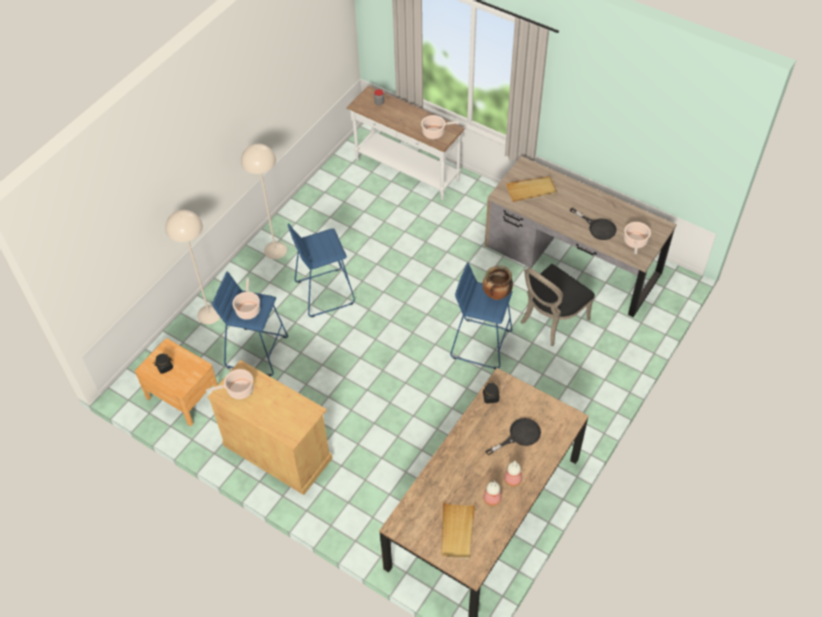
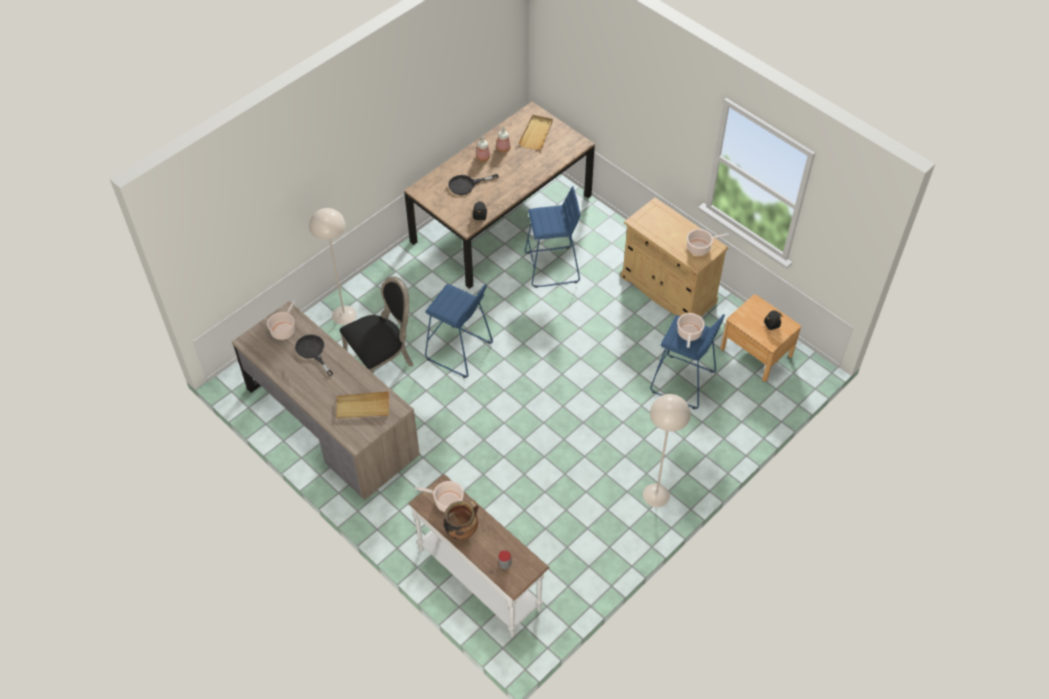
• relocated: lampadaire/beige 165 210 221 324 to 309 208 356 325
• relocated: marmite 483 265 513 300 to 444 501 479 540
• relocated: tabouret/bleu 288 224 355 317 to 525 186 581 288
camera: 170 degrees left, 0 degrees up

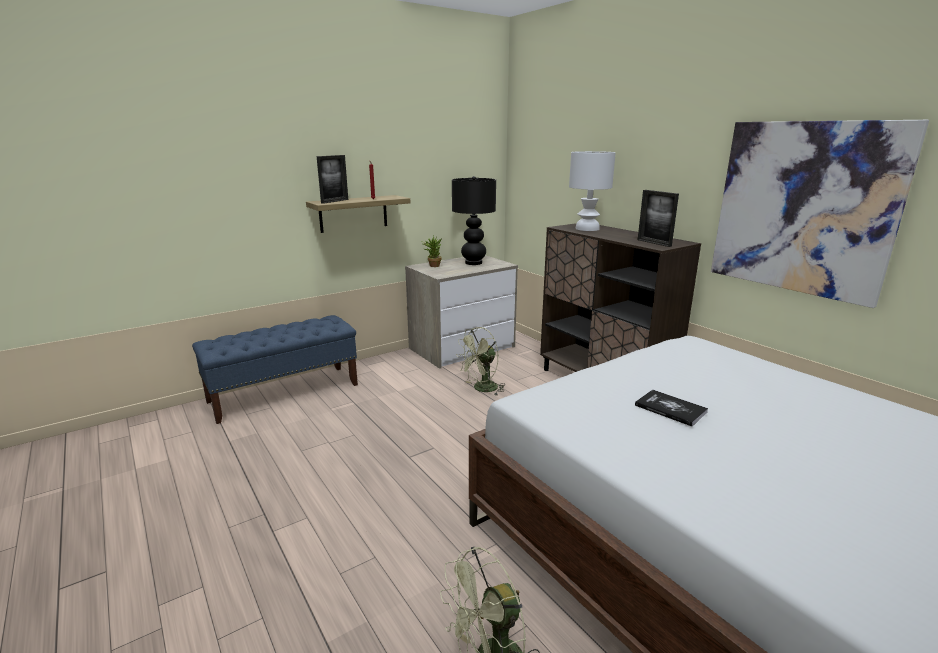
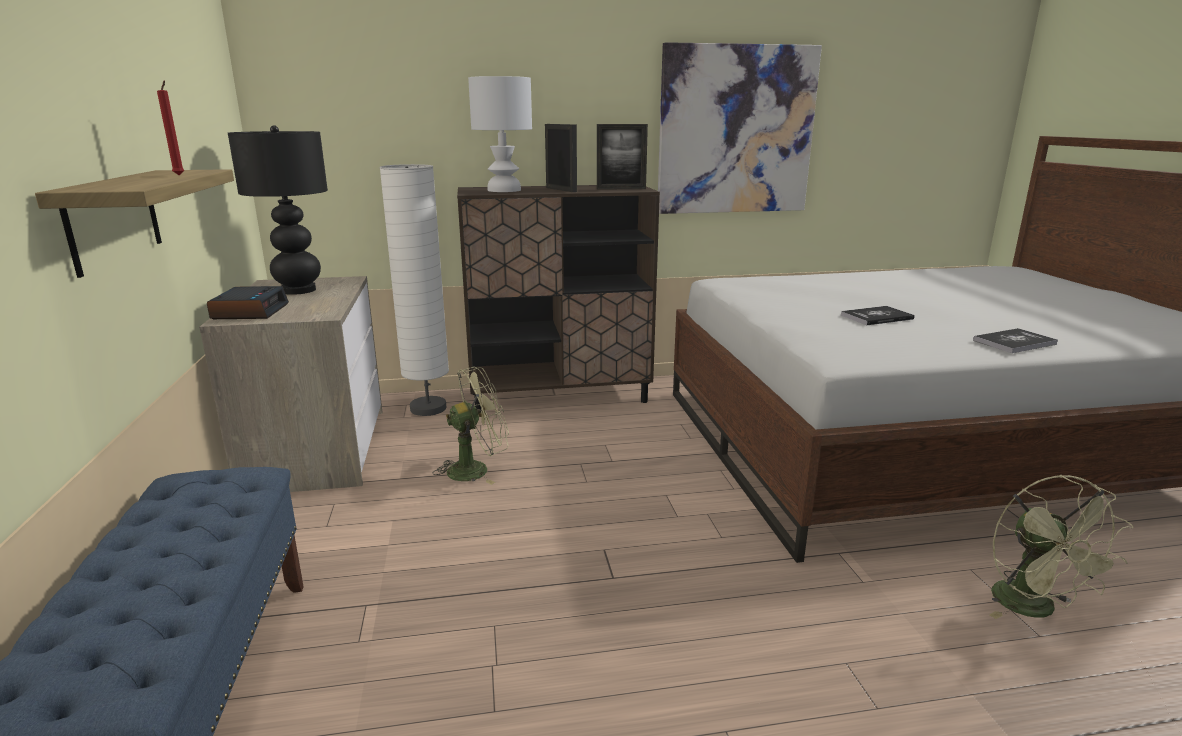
• exchanged: plante en pot 421 235 442 267 to réveil 207 286 289 319
• appeared: lampadaire/blanc 379 164 449 416
• spun: ventilateur/vert 456 327 505 395 = 433 367 509 485 105 degrees counterclockwise
• relocated: cadre photo 317 155 348 204 to 545 124 577 192
• appeared: livre 973 328 1058 353
camera: 65 degrees left, 0 degrees up

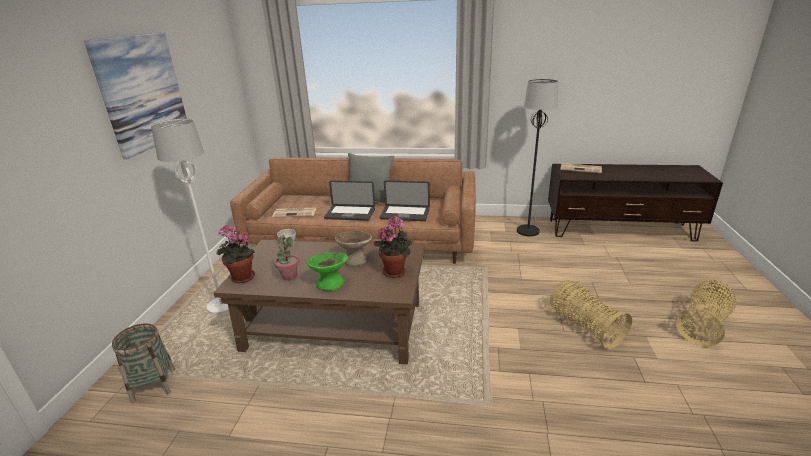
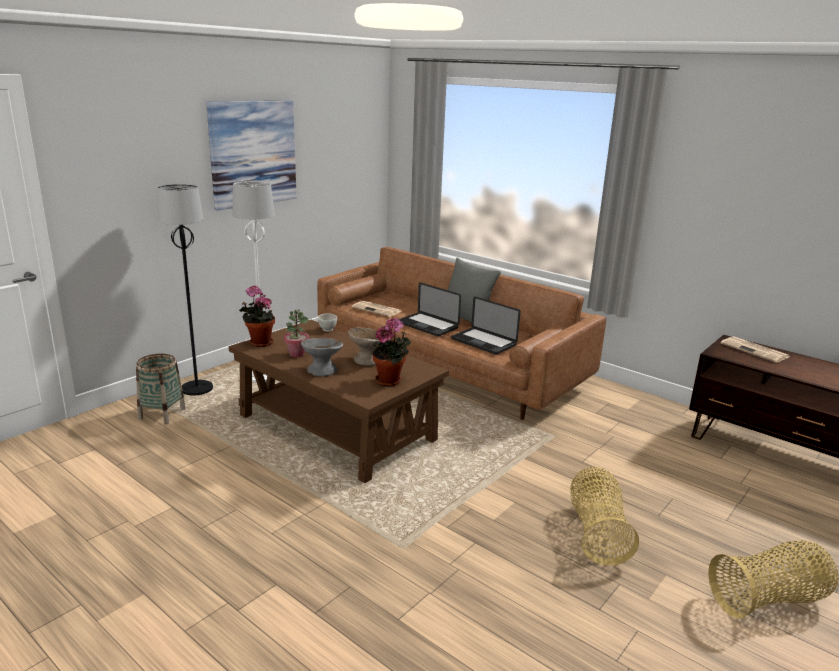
• relocated: lampadaire/noir 517 79 558 236 to 157 184 213 395
• colour: bol/vert 307 252 348 291 to bol/gris 301 338 343 377
camera: 30 degrees right, 5 degrees down

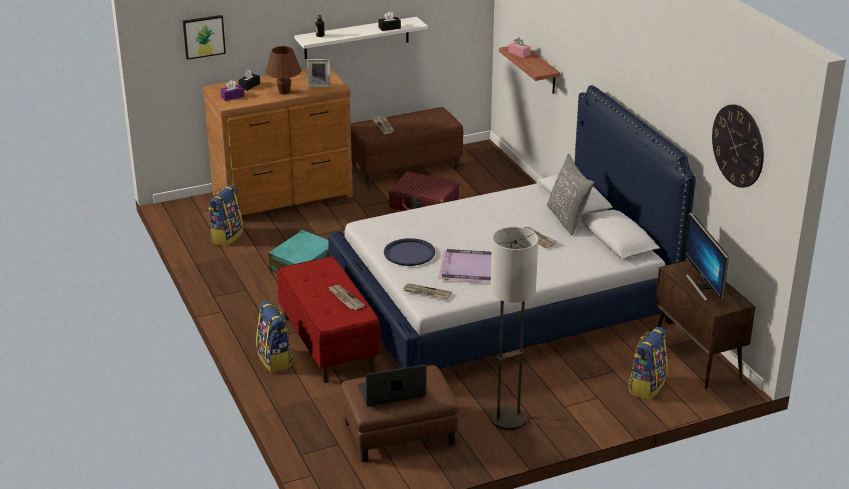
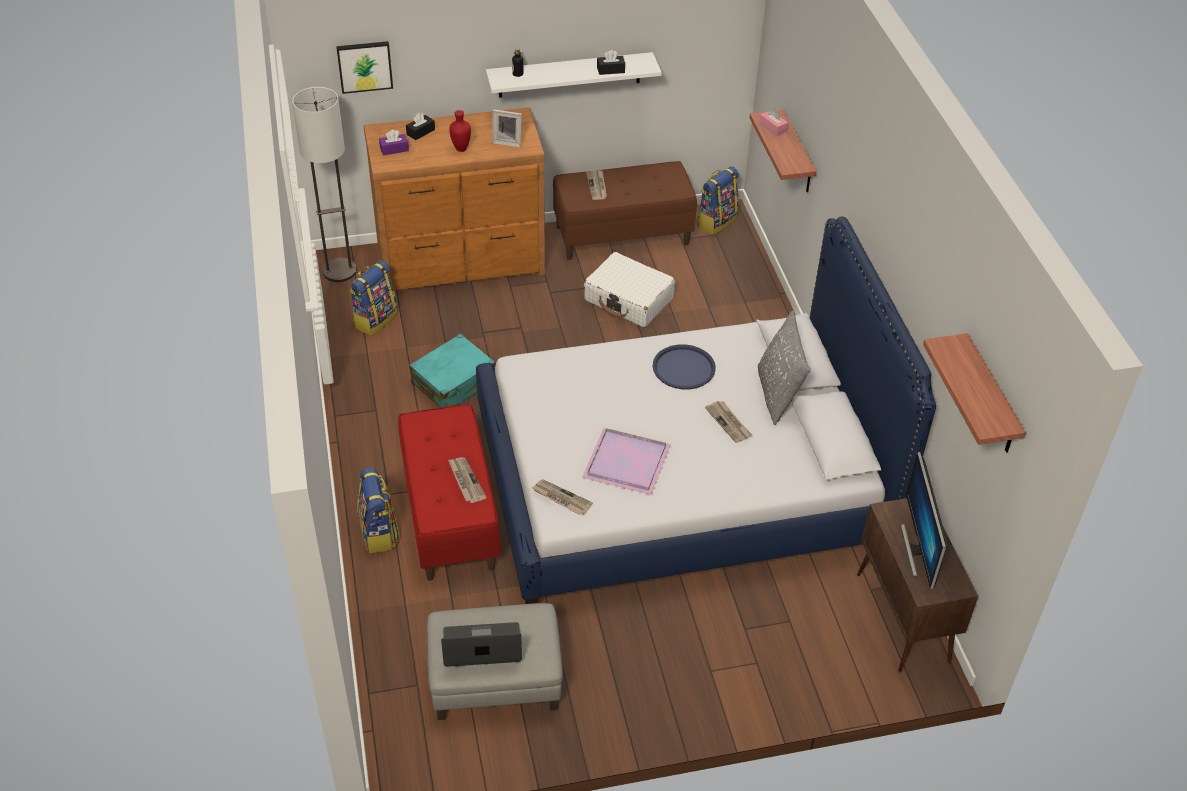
• relocated: lampadaire 491 227 538 430 to 292 87 357 282
• colour: pouf/marron 341 365 459 462 to pouf/gris 427 603 563 720
• exchanged: lampe de table/marron 265 46 301 95 to vase/rouge 449 110 471 152
• colour: valise/rouge 389 172 459 211 to valise/blanc 584 252 675 327
• relocated: plateau/bleu 384 238 435 266 to 653 345 716 389
• relocated: sac à dos 628 327 668 400 to 697 166 739 235
• exchanged: horloge murale 712 104 764 188 to étagère 923 333 1026 452
camera: 10 degrees right, 15 degrees up

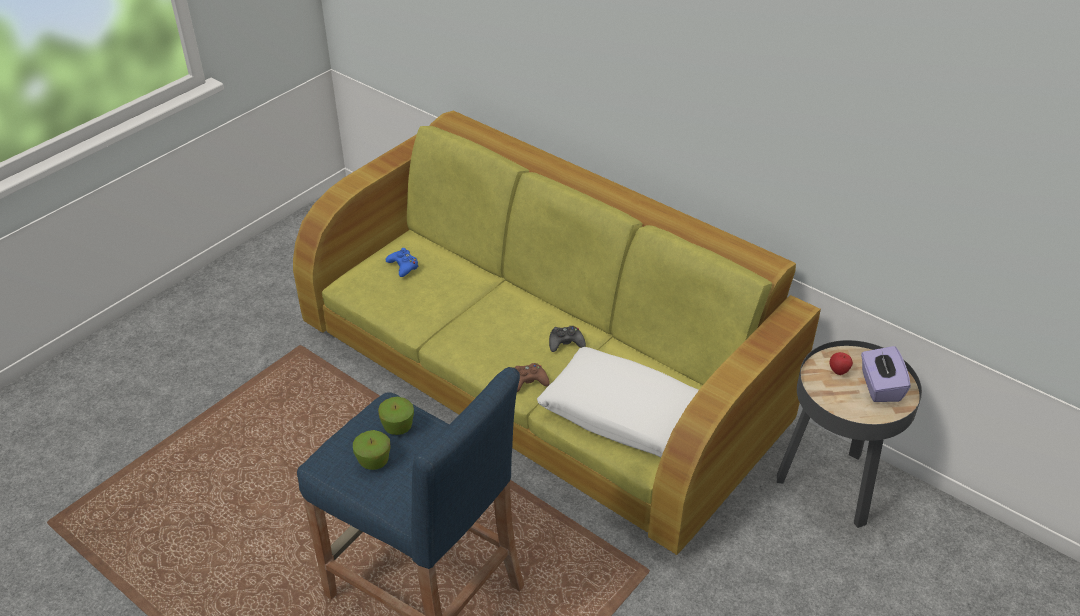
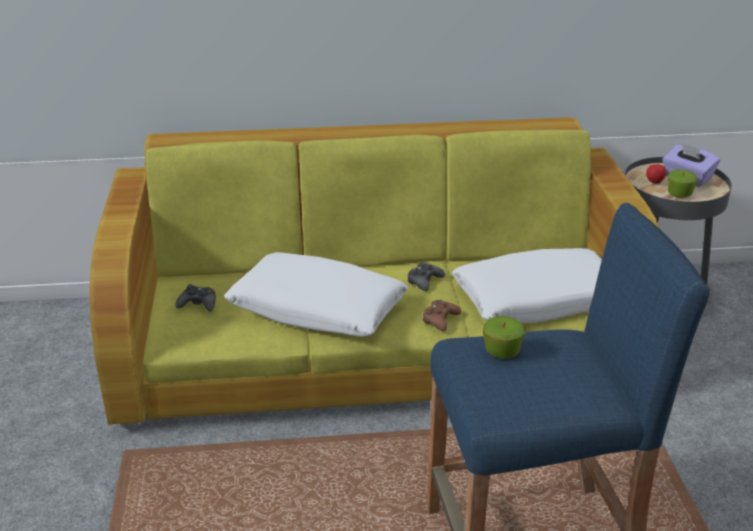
• colour: manette/bleu 386 248 419 277 to manette/noir 176 284 216 311
• appeared: coussin/blanc 224 252 408 337
• relocated: pomme 353 430 391 470 to 668 170 697 198
camera: 45 degrees left, 10 degrees down

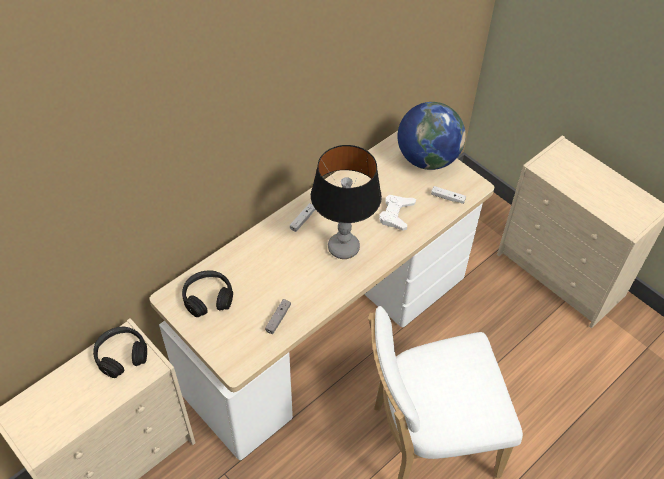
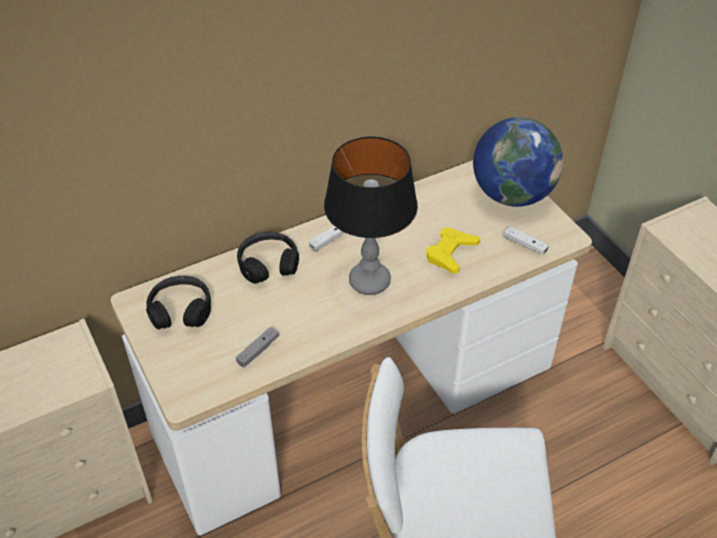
• relocated: casque audio/noir 93 327 147 378 to 237 232 299 284
• colour: manette/blanc 379 195 416 231 to manette/jaune 426 227 481 273
camera: 15 degrees right, 5 degrees down

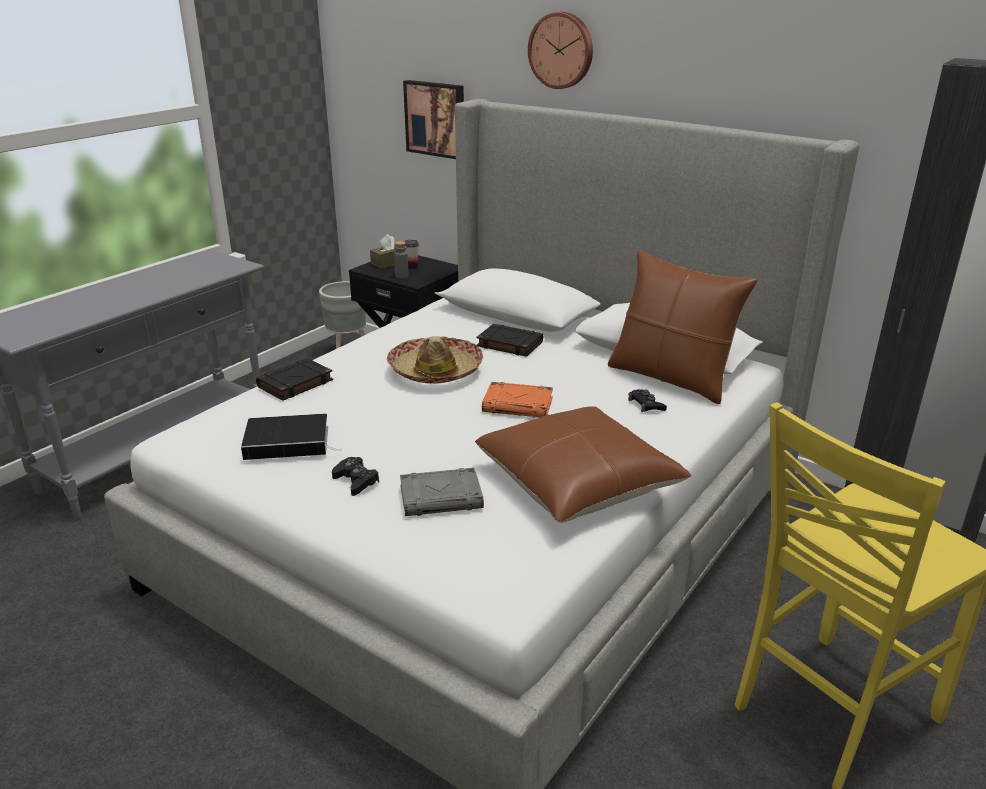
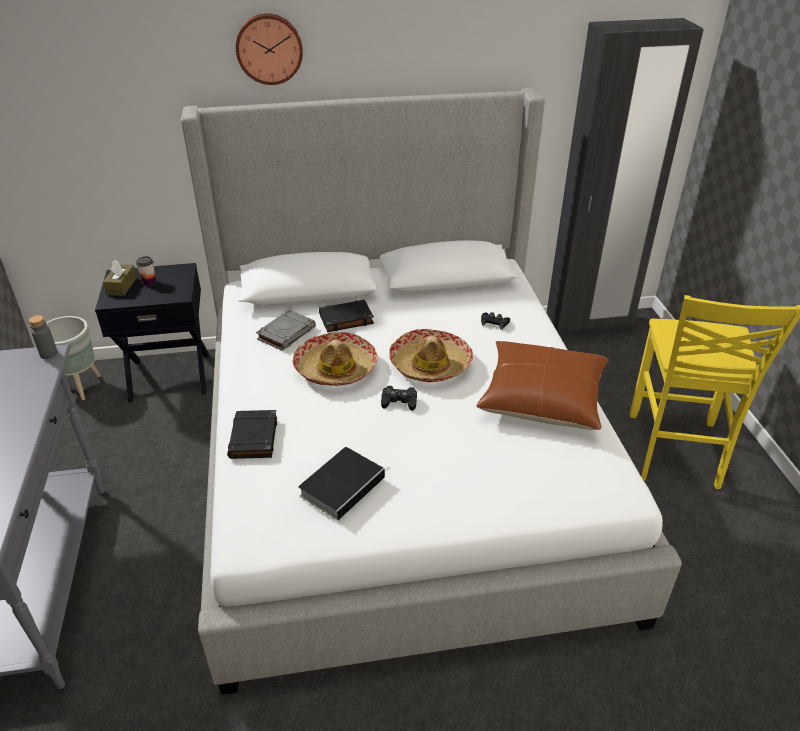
• relocated: bouteille/gris 394 241 409 279 to 29 315 58 359
• relocated: livre/gris 400 468 484 516 to 256 310 316 351
• relocated: manette/noir 332 457 379 496 to 381 386 417 411
• exchanged: livre/orange 482 382 553 418 to chapeau 389 329 473 382
• missing: tableau 403 80 464 159
• missing: coussin/marron 608 250 758 404
camera: 45 degrees left, 10 degrees up

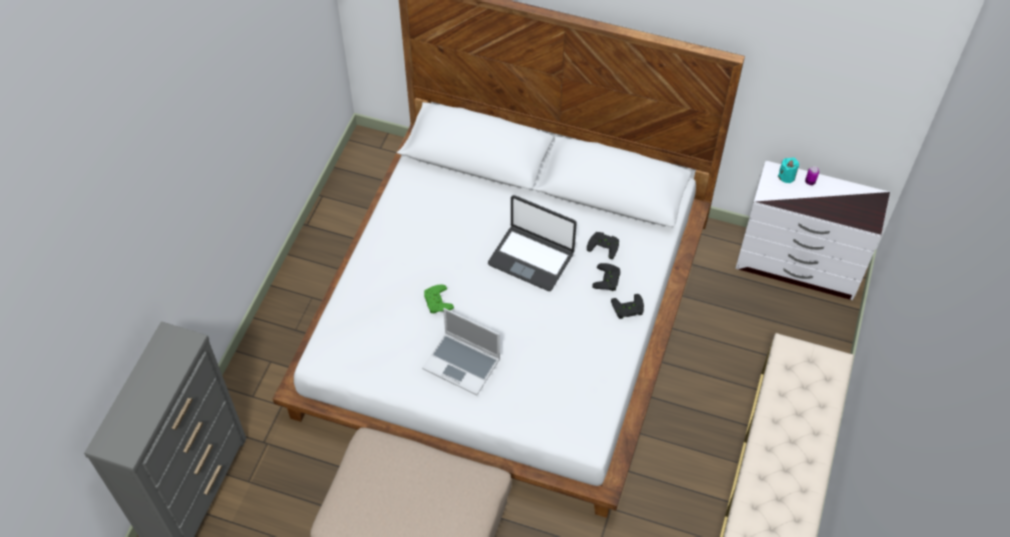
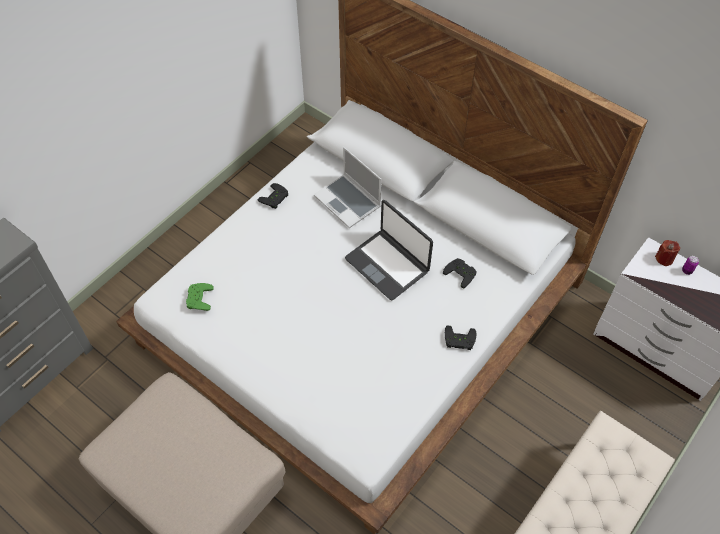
• relocated: manette/vert 424 284 454 314 to 186 283 214 311
• relocated: manette/noir 592 263 620 291 to 258 183 288 209
• relocated: ordinateur portable 422 308 500 395 to 314 147 381 228
• colour: bougie/turquoise 778 158 799 183 to bougie/rouge 655 240 680 266
camera: 20 degrees right, 0 degrees up

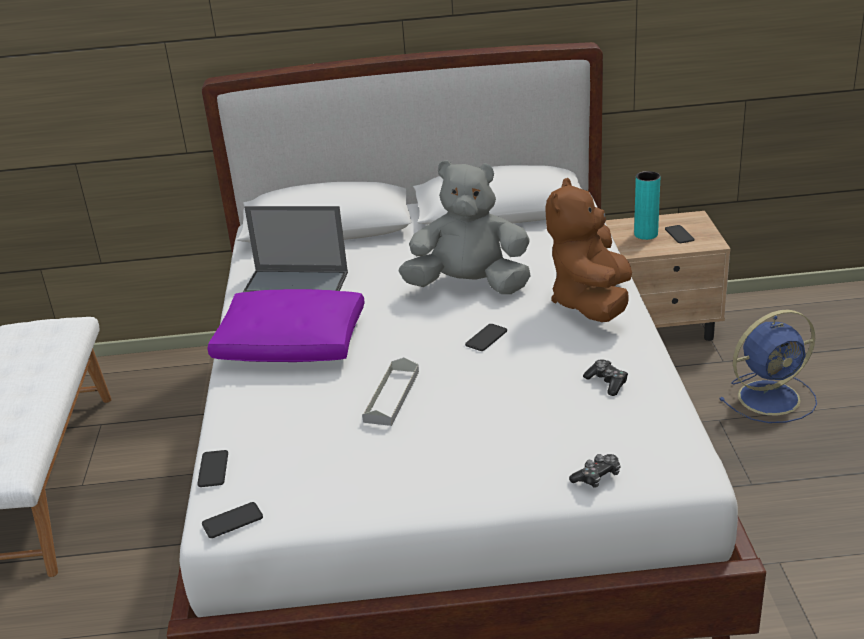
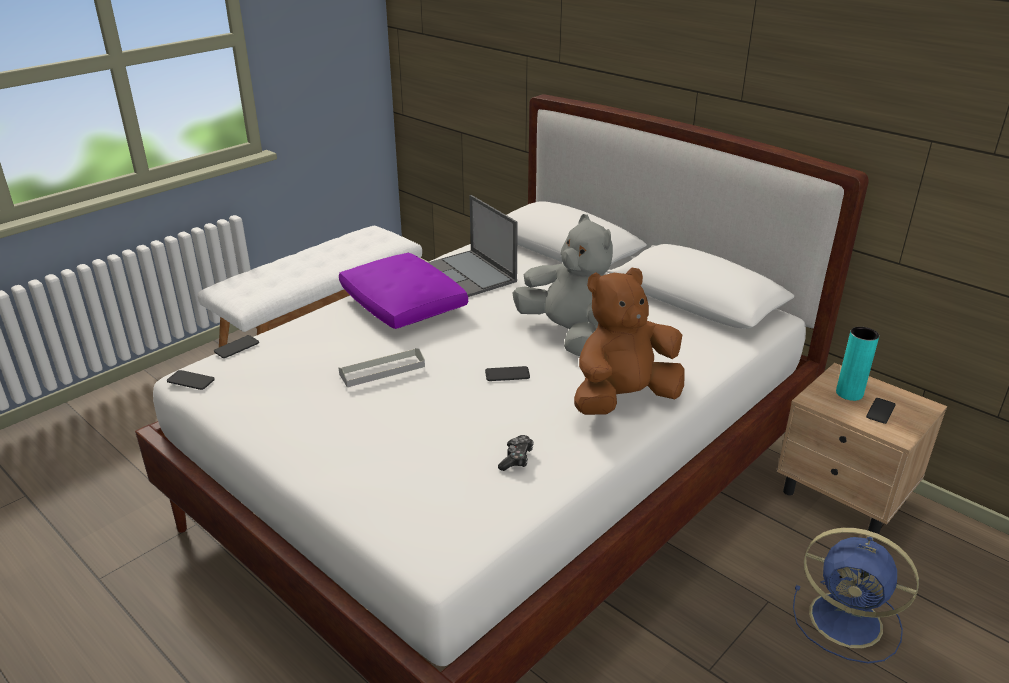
• missing: manette 569 454 621 488
camera: 45 degrees right, 0 degrees up

